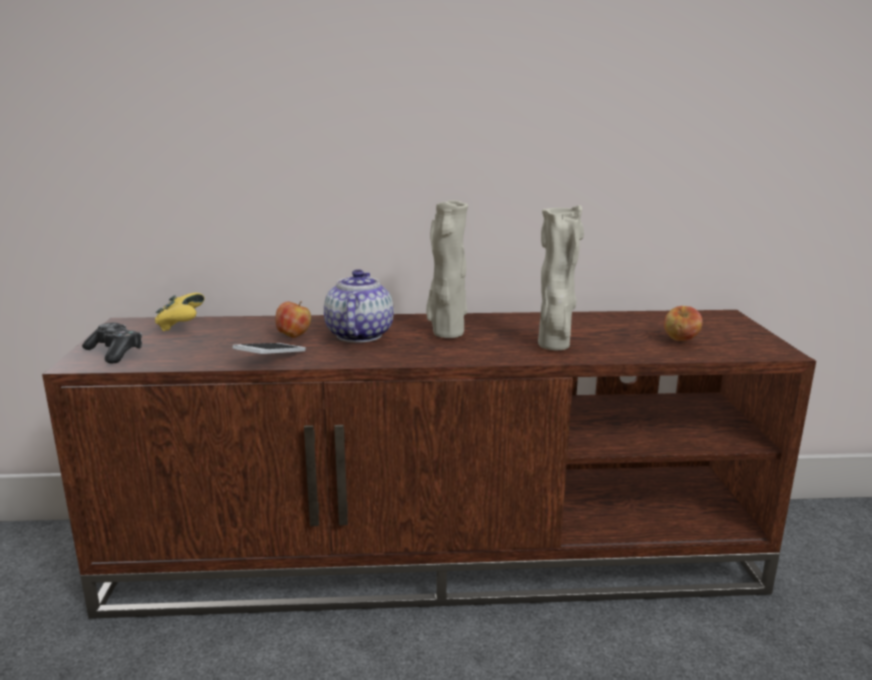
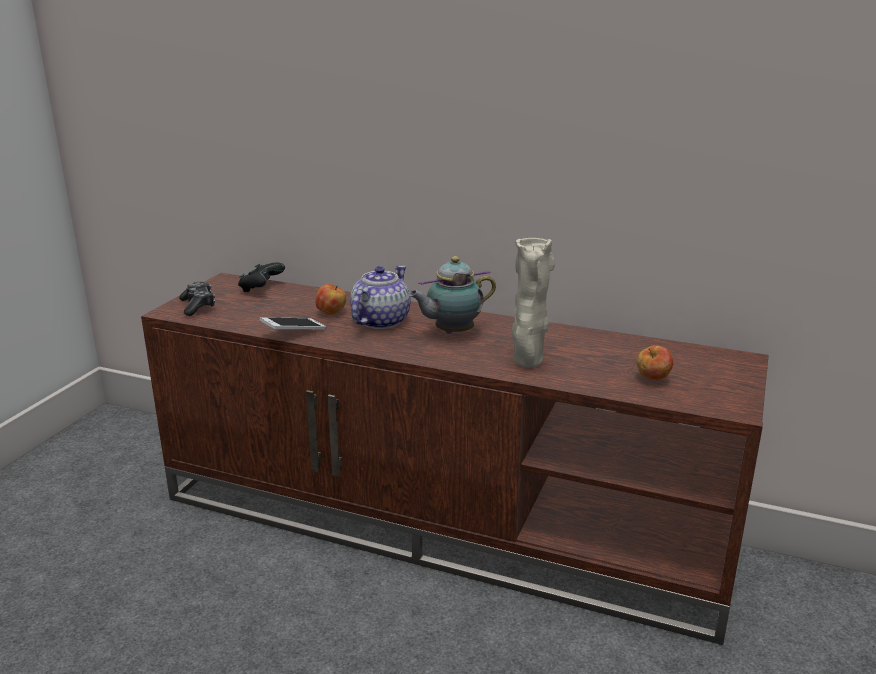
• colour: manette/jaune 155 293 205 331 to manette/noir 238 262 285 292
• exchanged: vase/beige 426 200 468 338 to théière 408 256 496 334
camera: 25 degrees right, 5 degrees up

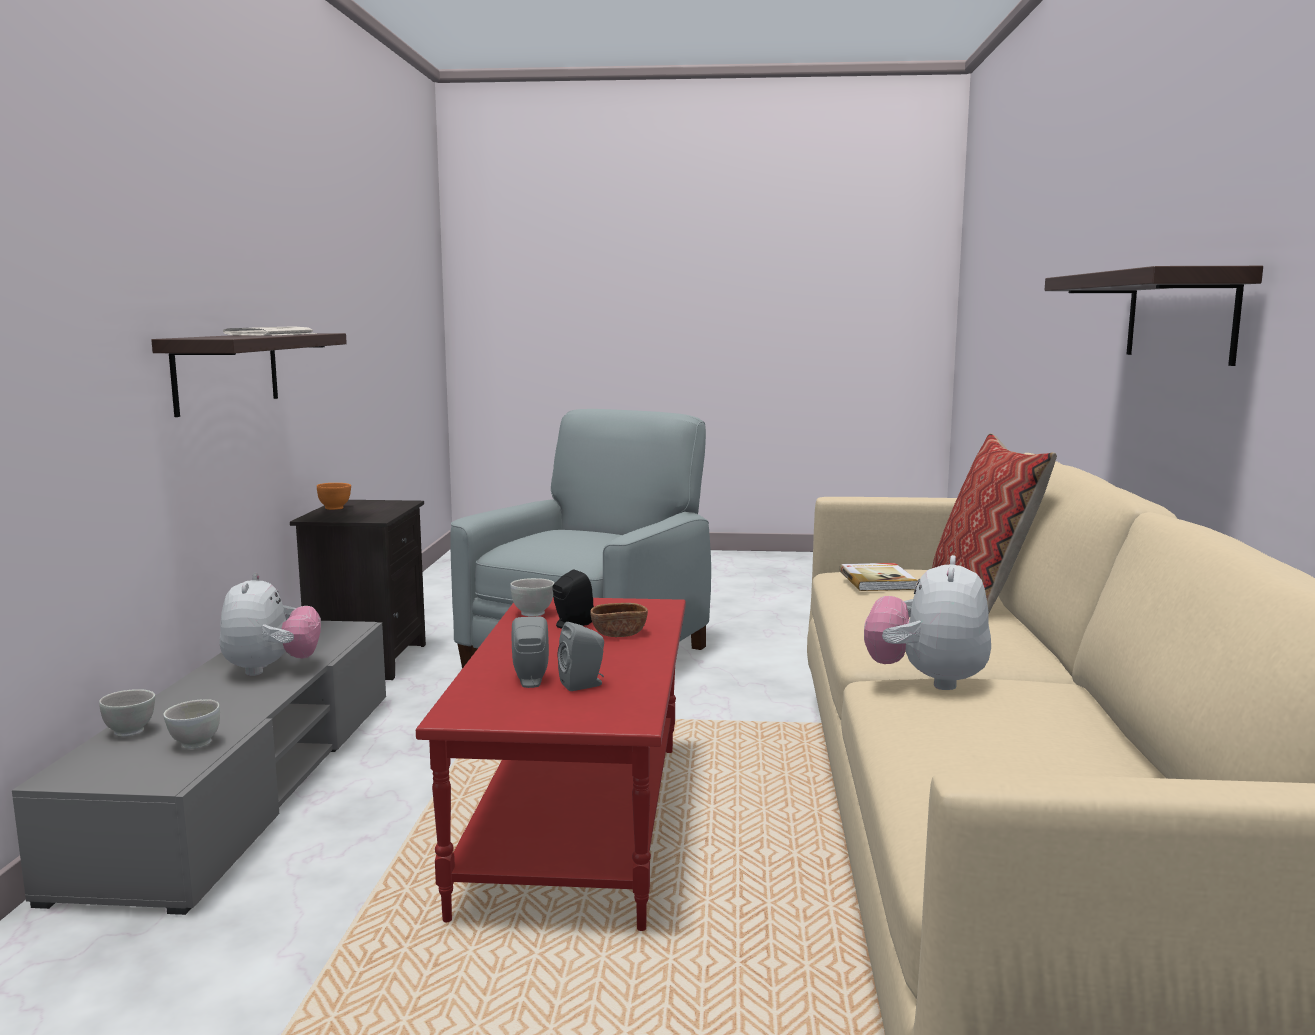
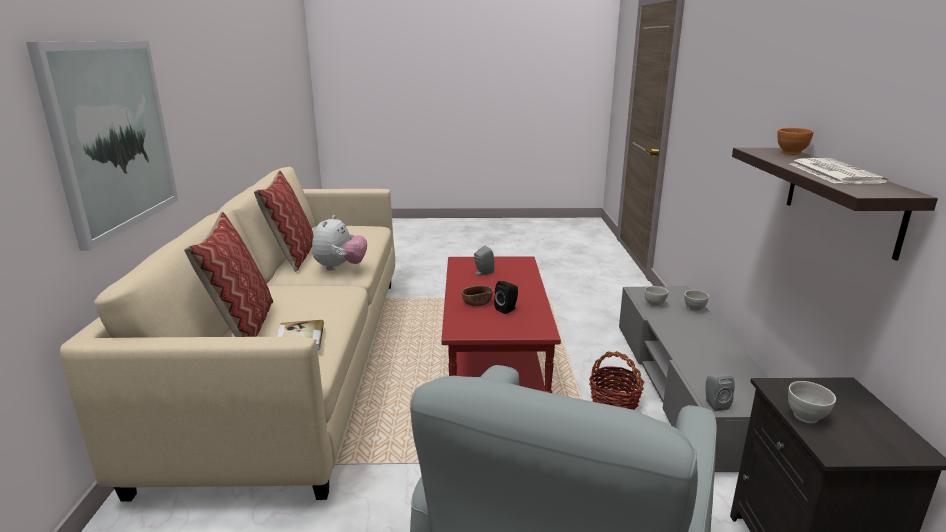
• exchanged: étagère 1045 266 1263 366 to tableau 26 41 178 251
• appeared: coussin 254 170 314 271
• appeared: panier 589 351 644 410
• relocated: enceinte/gris 512 617 549 688 to 705 374 735 411
• relocated: bol/orange 317 483 351 510 to 777 128 814 155
• relocated: bol/blanc 510 578 554 617 to 788 381 836 423
• missing: peluche 220 573 321 676
camera: 175 degrees right, 10 degrees up

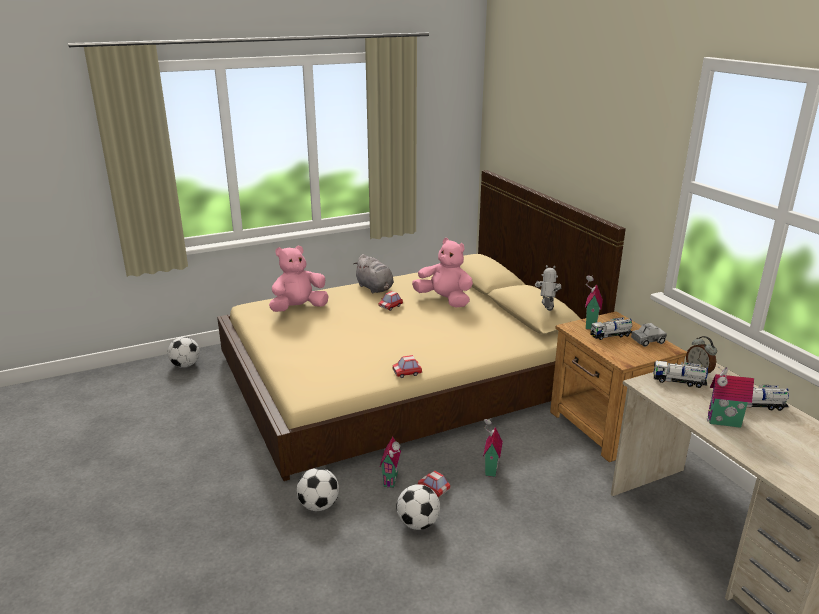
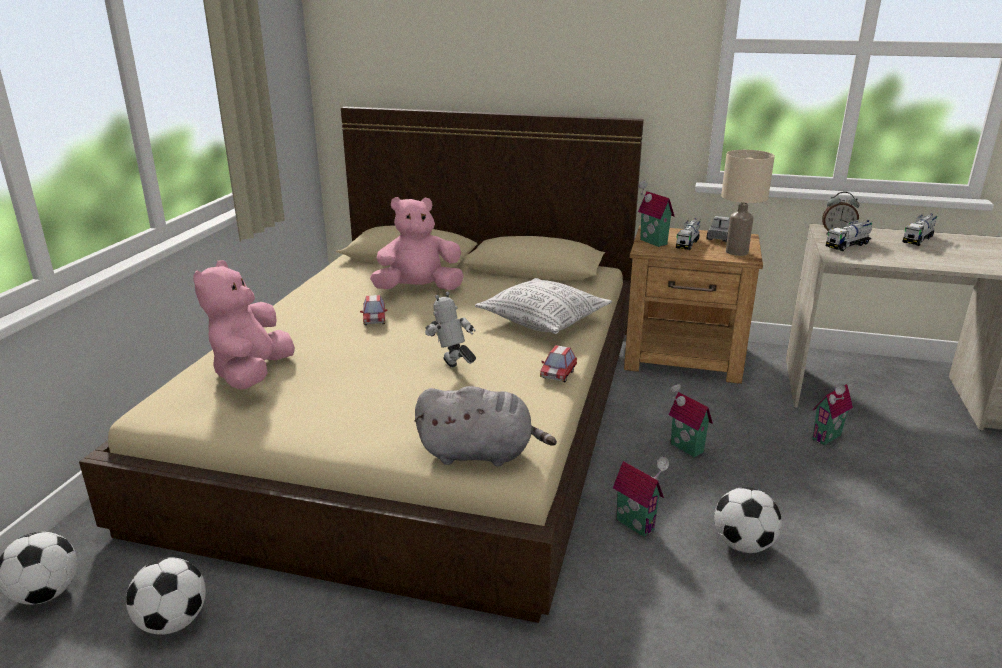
• relocated: ballon de foot 297 468 339 511 to 126 557 206 635
• relocated: peluche/gris 354 254 394 293 to 414 386 557 467
• relocated: robot jouet 535 265 561 311 to 425 292 476 367
• appeared: coussin 475 278 612 334
• appeared: lampe de table/beige 721 150 775 256
• relocated: maison miniature 707 367 754 428 to 812 383 853 445
• missing: petite voiture 418 471 450 497
camera: 50 degrees left, 0 degrees up

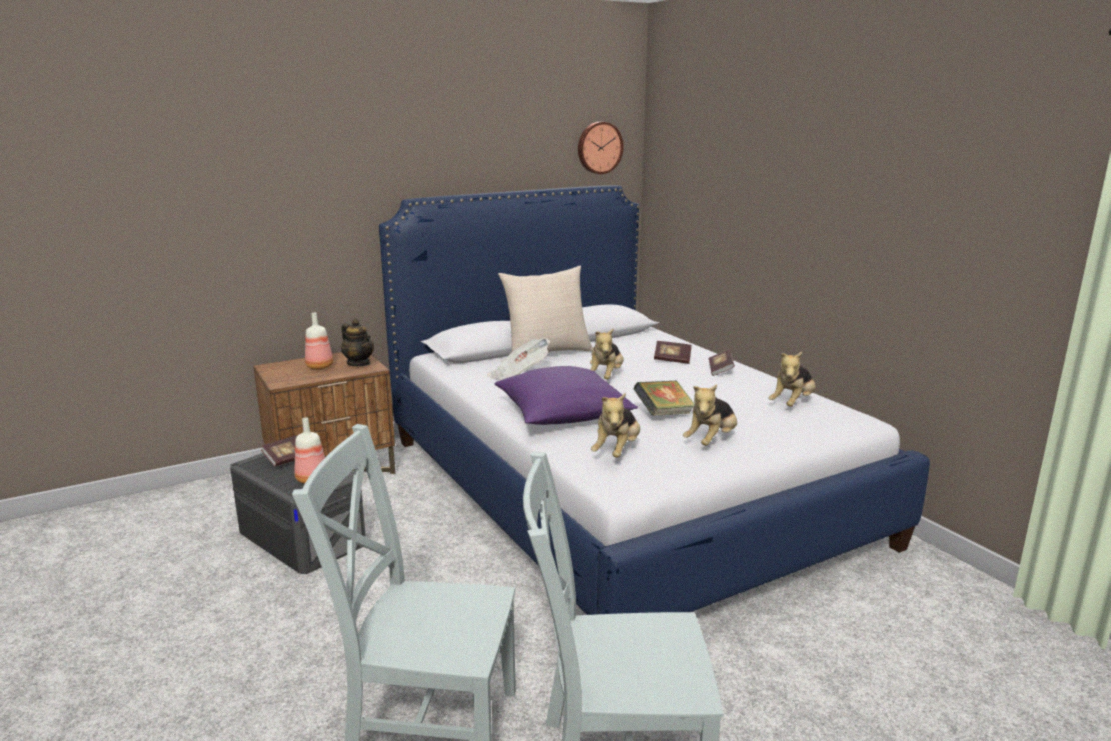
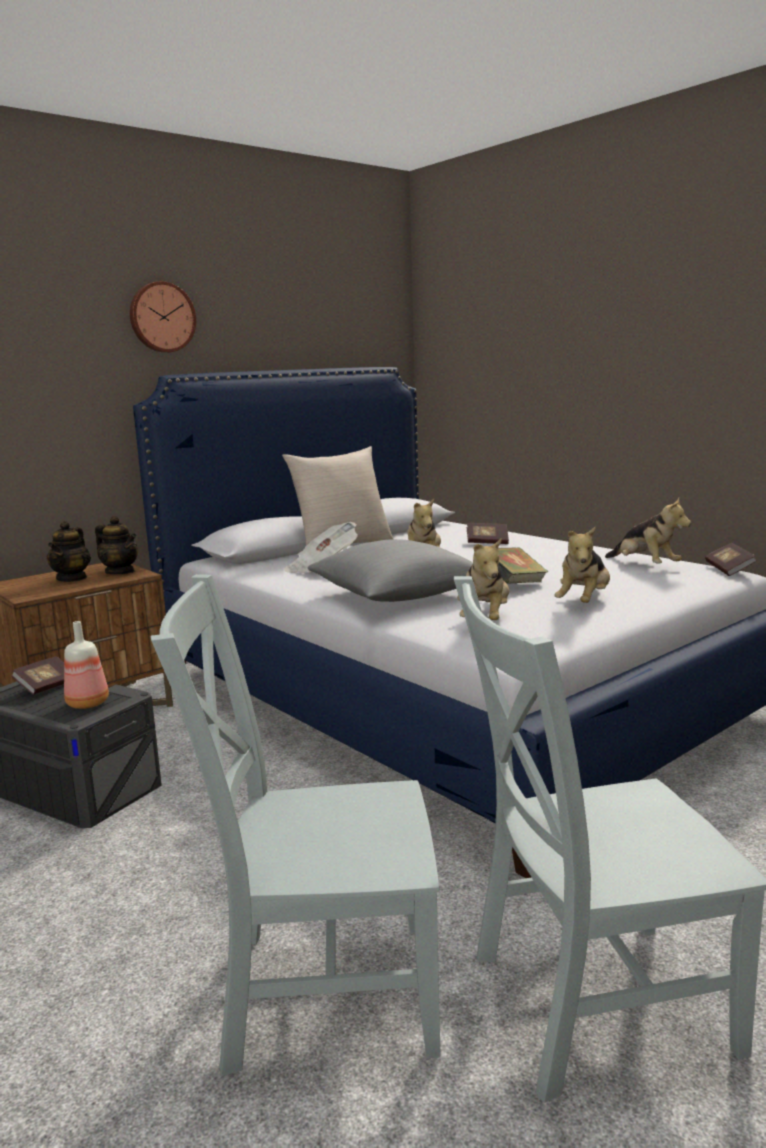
• exchanged: bouteille 305 312 333 370 to théière 47 521 91 582
• relocated: horloge murale 578 122 624 174 to 130 281 196 353
• colour: coussin/violet 495 366 638 425 to coussin/gris 307 539 473 602
• spun: peluche 768 352 816 406 = 605 497 691 563 60 degrees counterclockwise
• relocated: livre 708 349 735 376 to 705 543 757 576
camera: 10 degrees left, 5 degrees down

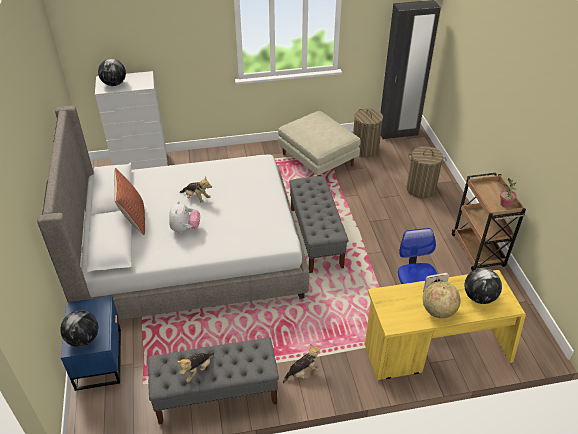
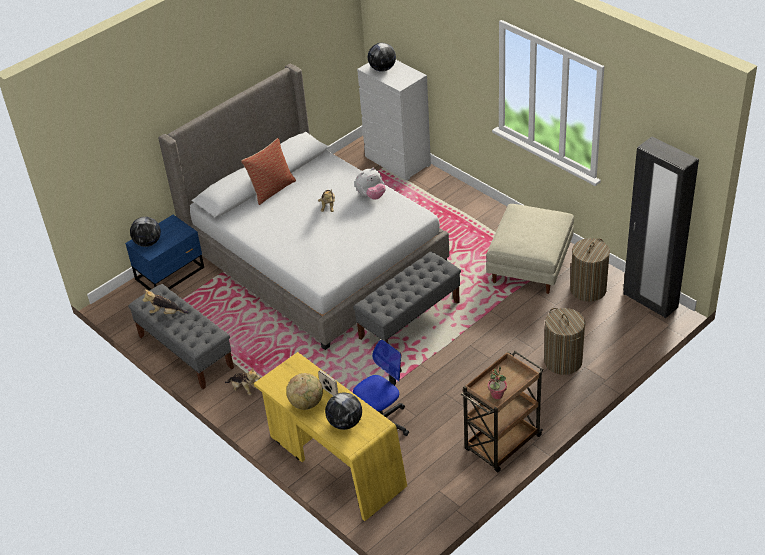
• relocated: peluche 169 201 200 233 to 355 168 386 200
camera: 60 degrees right, 0 degrees up

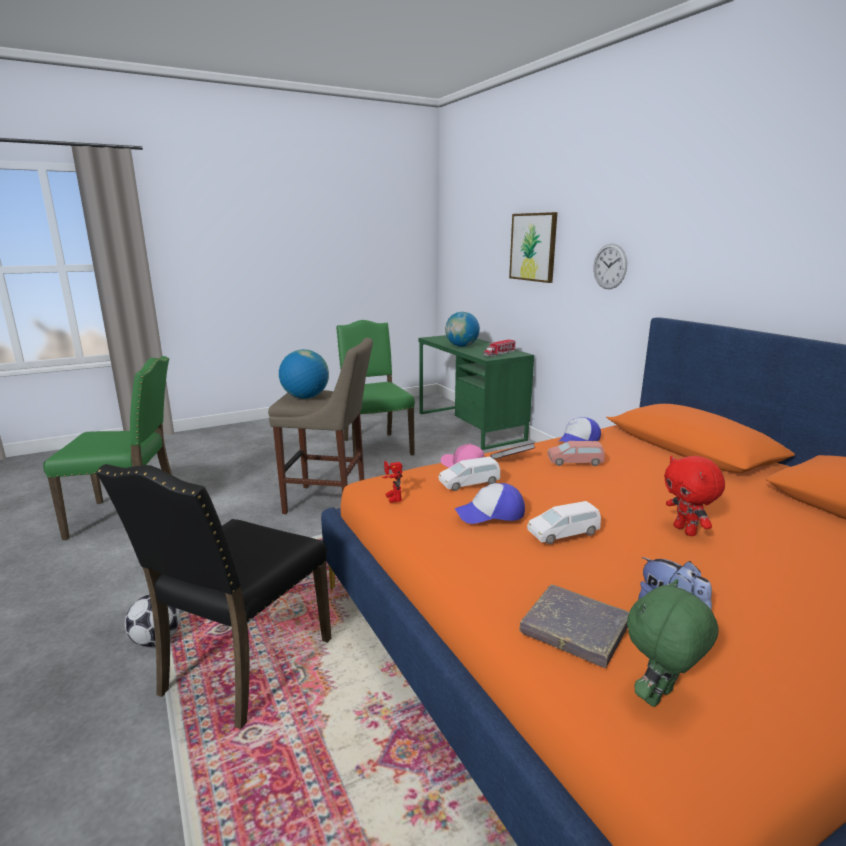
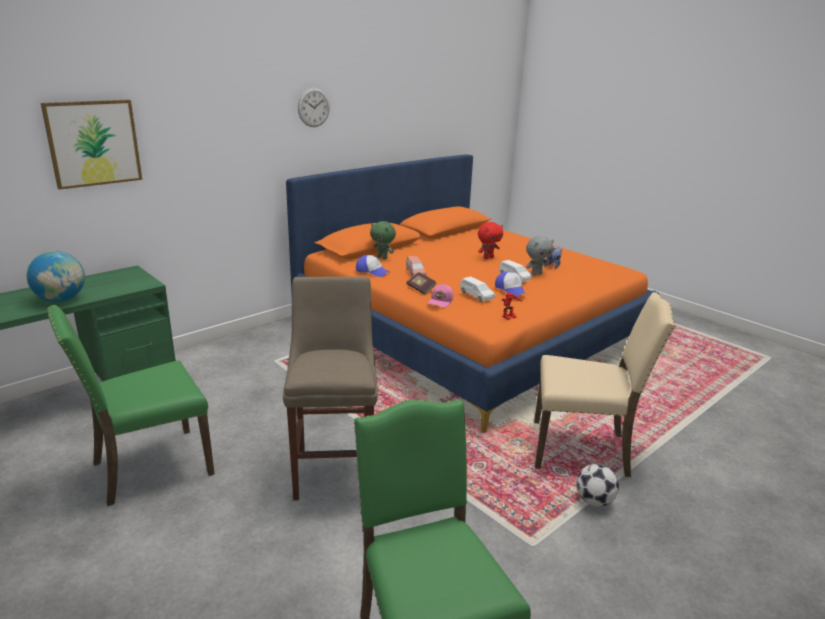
• relocated: horloge murale 593 244 627 289 to 298 88 330 127
• relocated: peluche/vert 627 579 719 707 to 370 221 396 259
• appeared: peluche/gris 526 236 554 275
• colour: chaise/noir 96 464 331 729 to chaise/beige 534 292 676 477
• missing: globe 279 349 329 399
• missing: camion jouet 483 339 515 357
• missing: livre/gris 519 584 629 668
camera: 105 degrees left, 5 degrees up

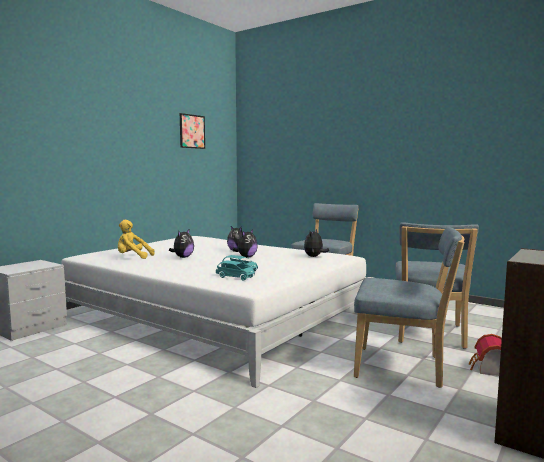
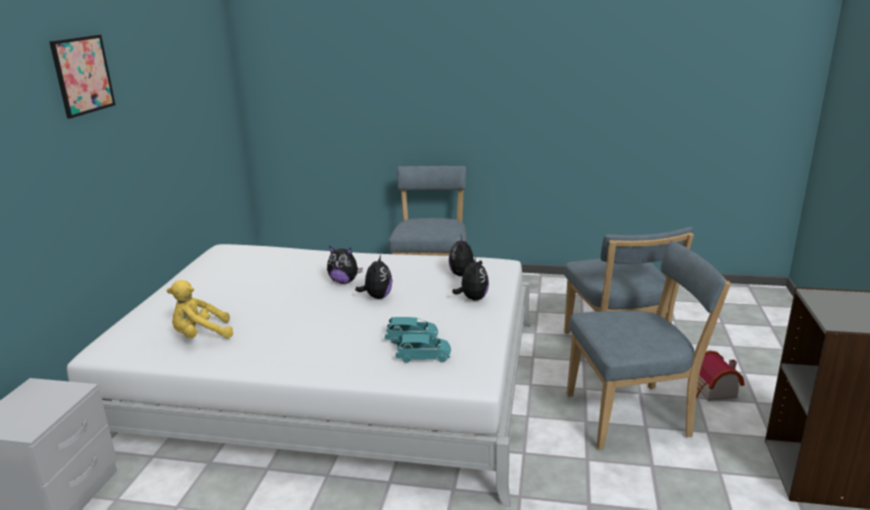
• relocated: tableau 180 113 205 149 to 49 35 115 119
• relocated: peluche 169 230 194 258 to 452 257 489 301
camera: 25 degrees left, 15 degrees up

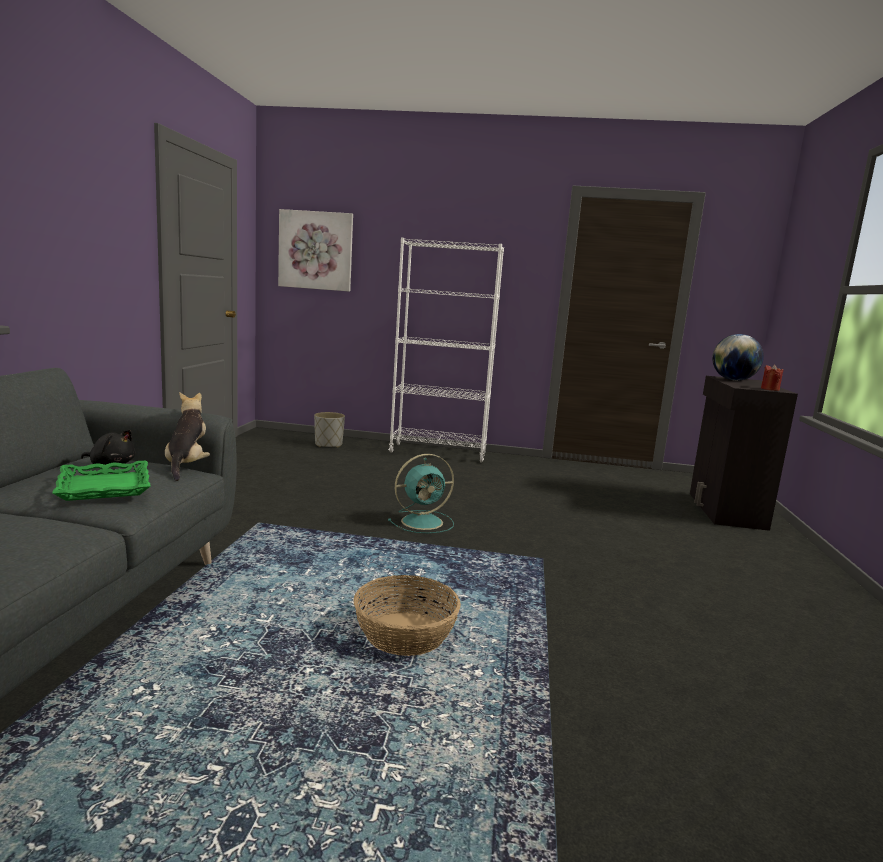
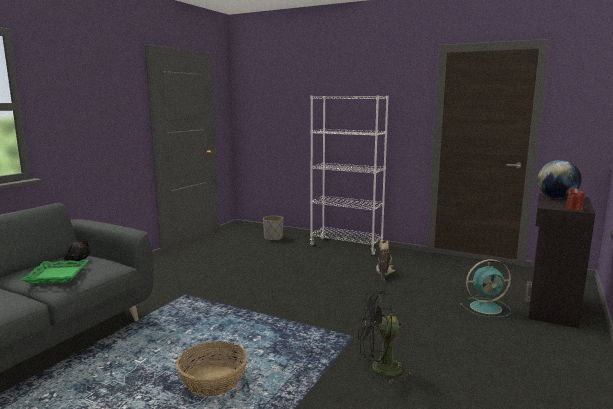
• appeared: ventilateur/noir 358 290 413 384
• relocated: peluche 165 392 210 481 to 376 241 395 284
• relocated: ventilateur/turquoise 388 454 454 533 to 460 259 511 317
• missing: tableau 278 209 353 292
camera: 20 degrees right, 0 degrees up

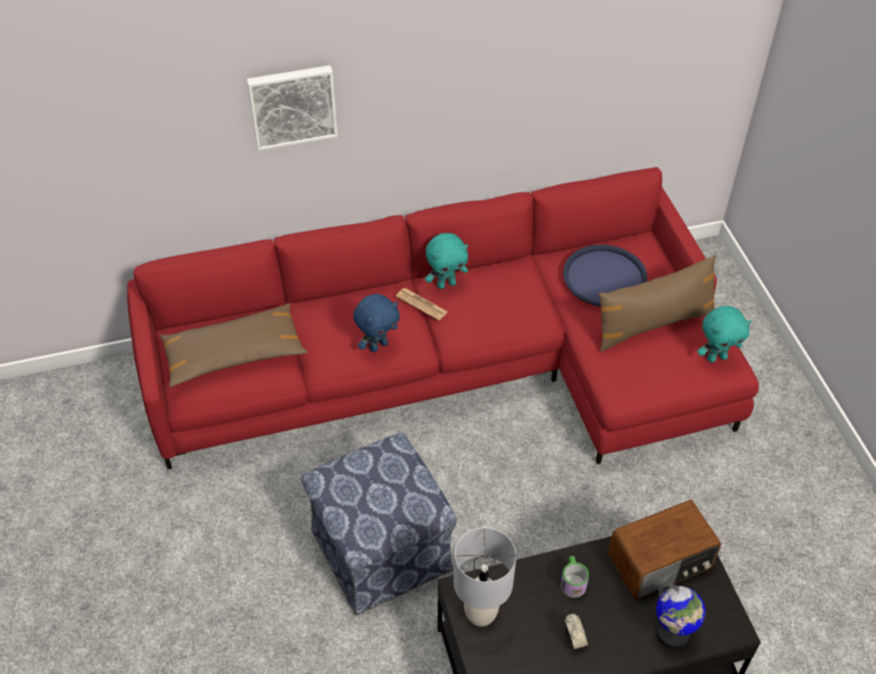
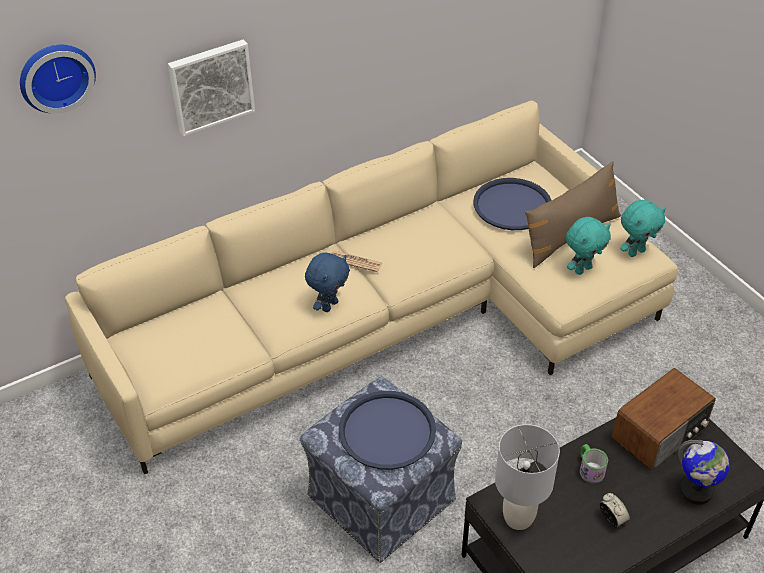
• appeared: horloge murale 20 45 96 114
• colour: canapé/rouge 127 167 759 469 to canapé/beige 65 100 678 474
• appeared: plateau/bleu 339 391 436 470
• relocated: peluche/turquoise 425 233 468 289 to 566 217 611 275
• missing: coussin/marron 160 303 307 387
camera: 15 degrees left, 5 degrees down

